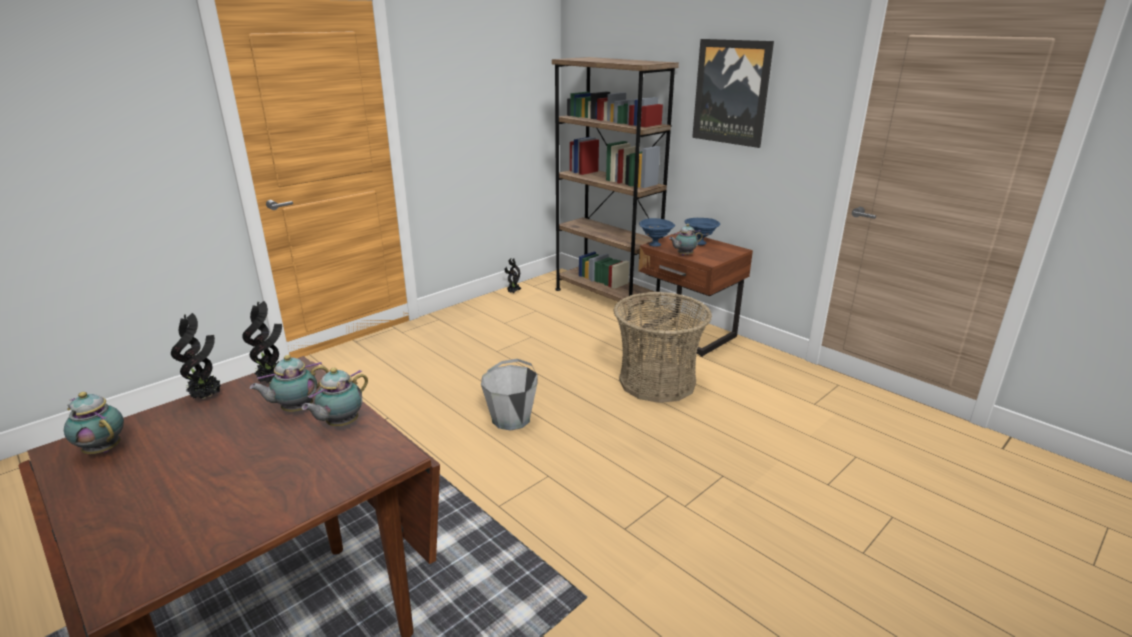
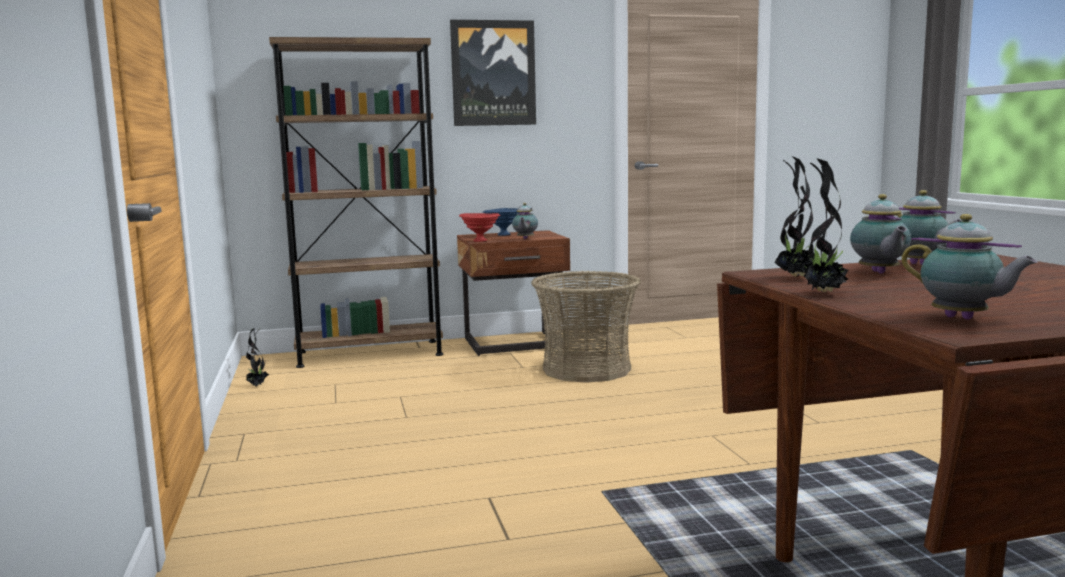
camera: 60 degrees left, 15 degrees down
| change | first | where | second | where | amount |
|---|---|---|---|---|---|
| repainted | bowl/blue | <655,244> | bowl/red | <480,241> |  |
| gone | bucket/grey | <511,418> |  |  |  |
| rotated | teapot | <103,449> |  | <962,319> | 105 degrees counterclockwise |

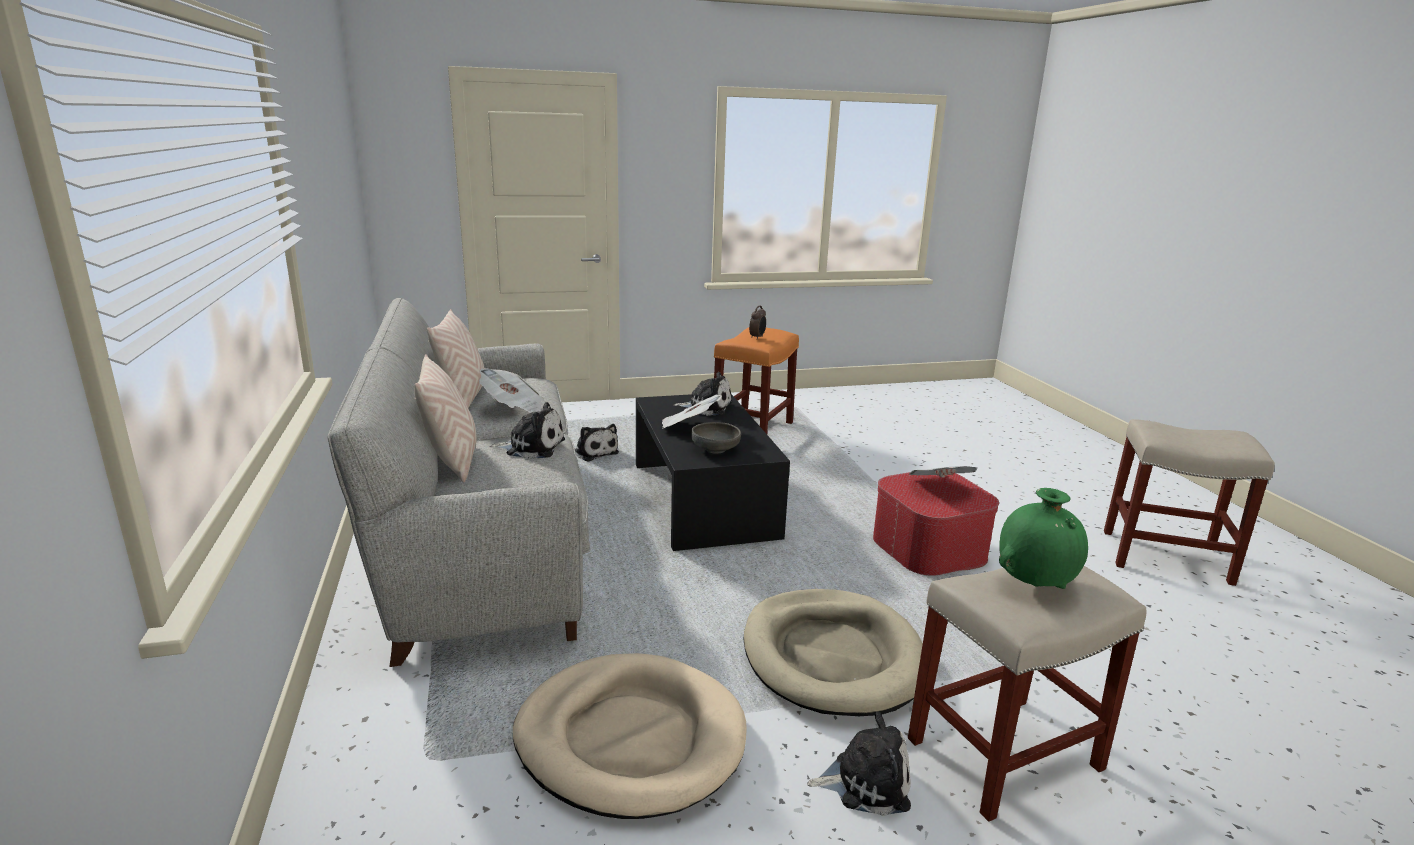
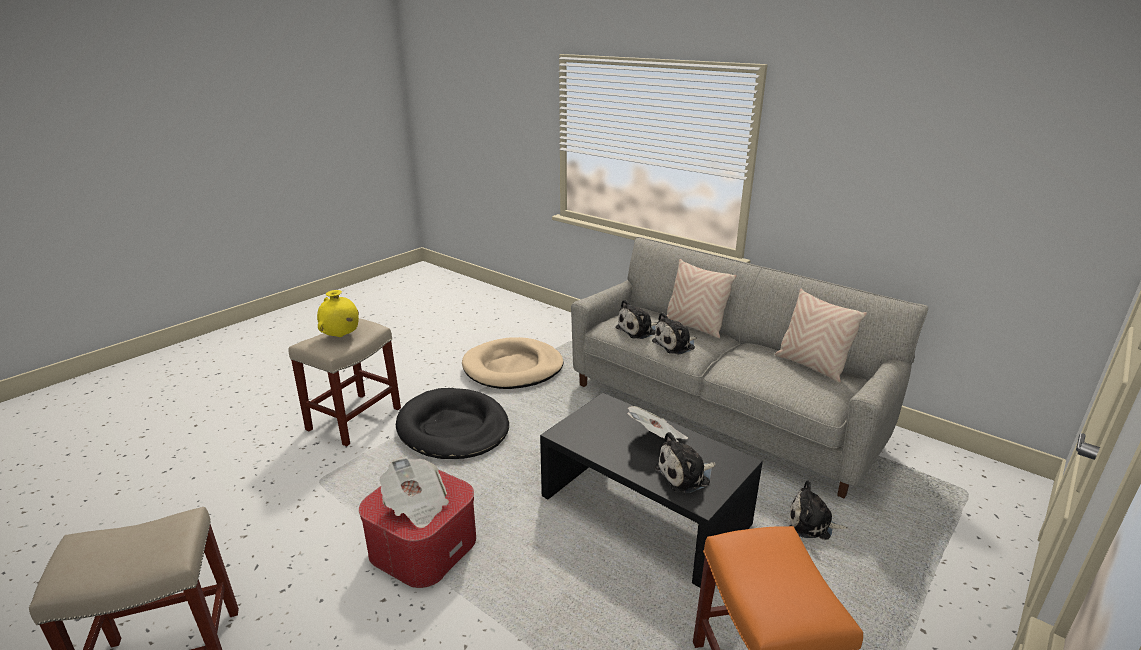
camera: 145 degrees right, 5 degrees up
| change | first | where | second | where | amount |
|---|---|---|---|---|---|
| gone | alarm clock | <757,337> |  |  |  |
| gone | newspaper | <514,407> |  |  |  |
| gone | bowl/grey | <715,449> |  |  |  |
| repainted | vase/green | <1035,584> | vase/yellow | <341,336> |  |
| repainted | dog bed/beige | <832,656> | dog bed/black | <453,428> |  |
| shifted | plush toy | <865,782> |  | <638,330> |  |

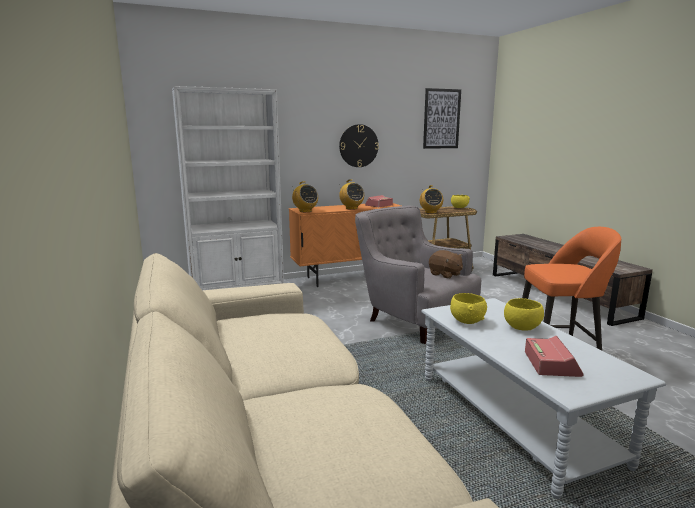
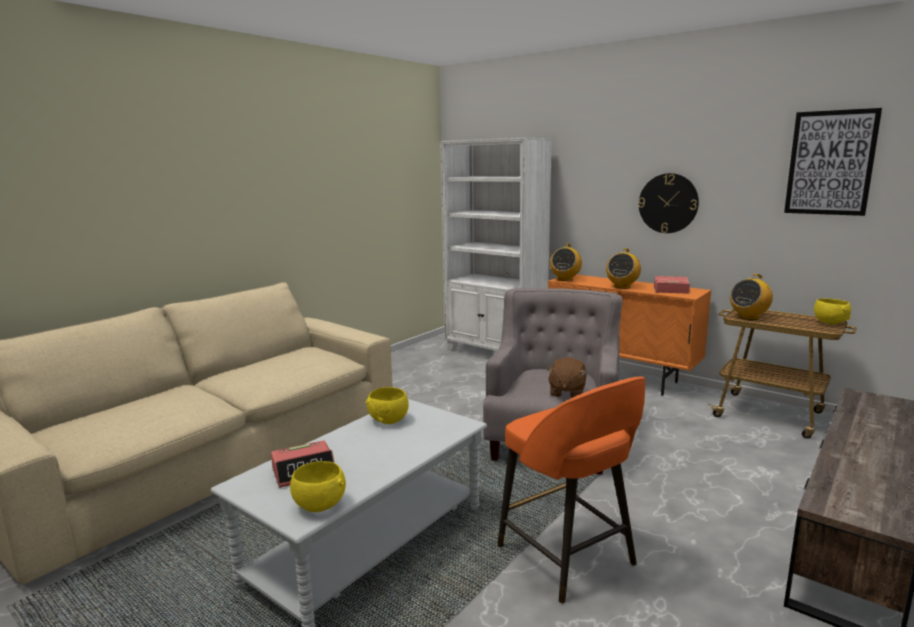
camera: 60 degrees right, 0 degrees up
| change | first | where | second | where | amount |
|---|---|---|---|---|---|
| shifted | bowl/yellow | <521,328> |  | <319,505> |  |

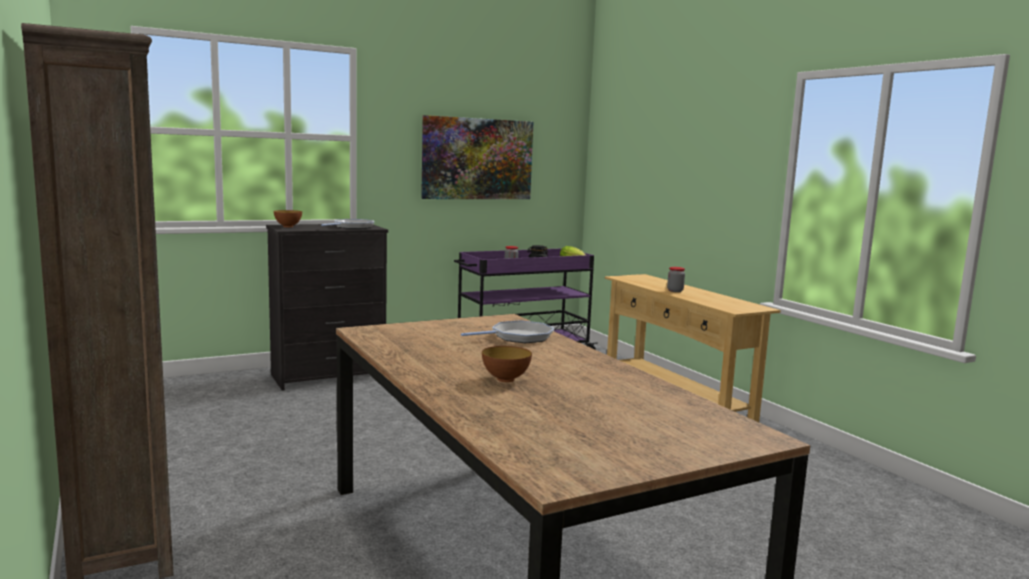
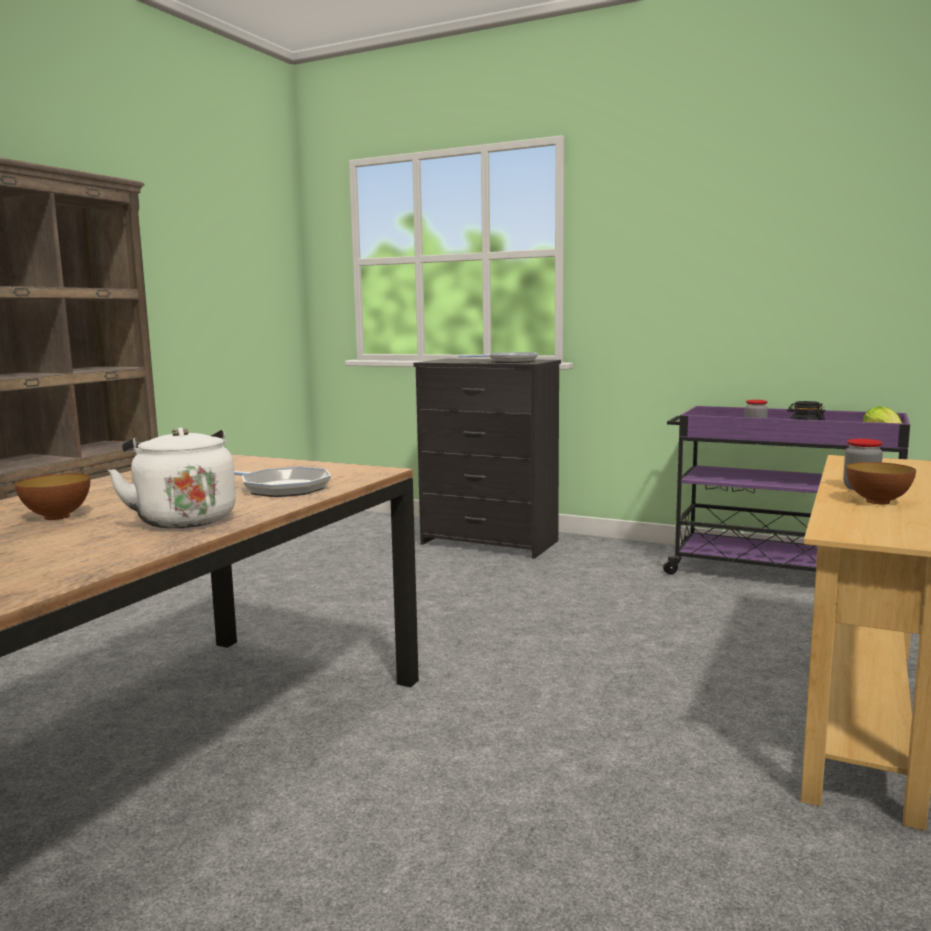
camera: 55 degrees right, 0 degrees up
| change | first | where | second | where | amount |
|---|---|---|---|---|---|
| gone | picture | <477,159> |  |  |  |
| shifted | bowl | <288,226> |  | <877,502> |  |
| new |  |  | kettle/white | <183,519> |  |

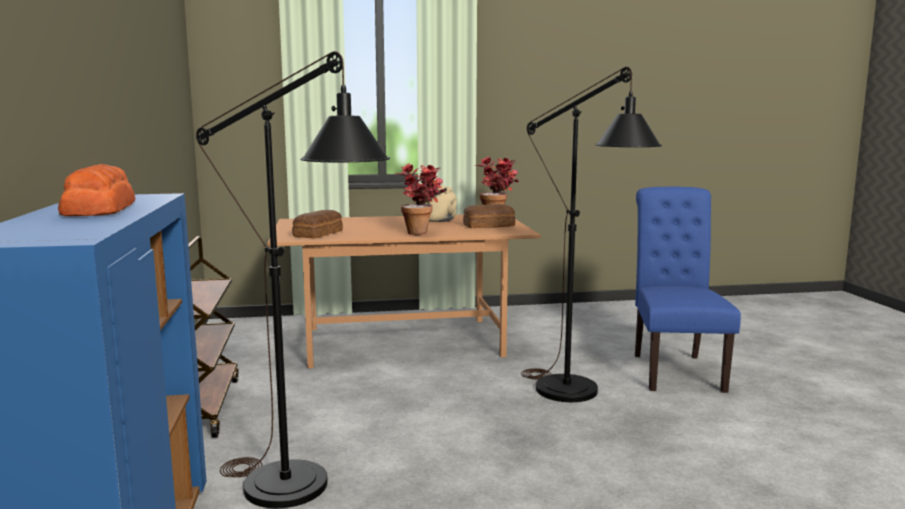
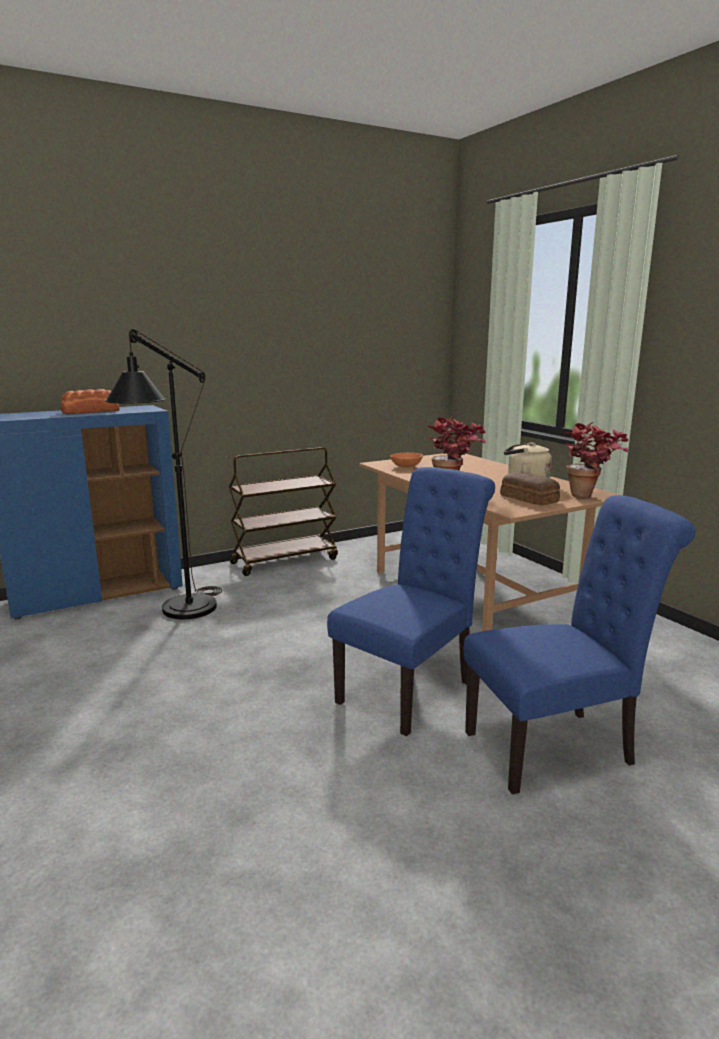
camera: 70 degrees right, 5 degrees up
| change | first | where | second | where | amount |
|---|---|---|---|---|---|
| swapped | floor lamp/black | <578,396> | chair/blue | <411,689> |  |
| swapped | bread | <319,234> | bowl/orange | <406,466> |  |

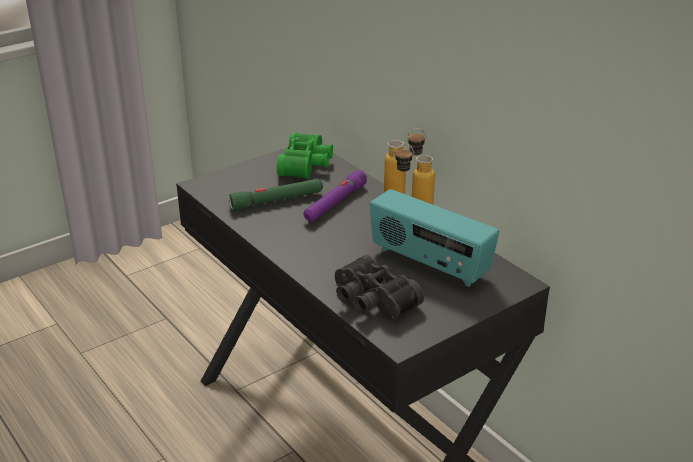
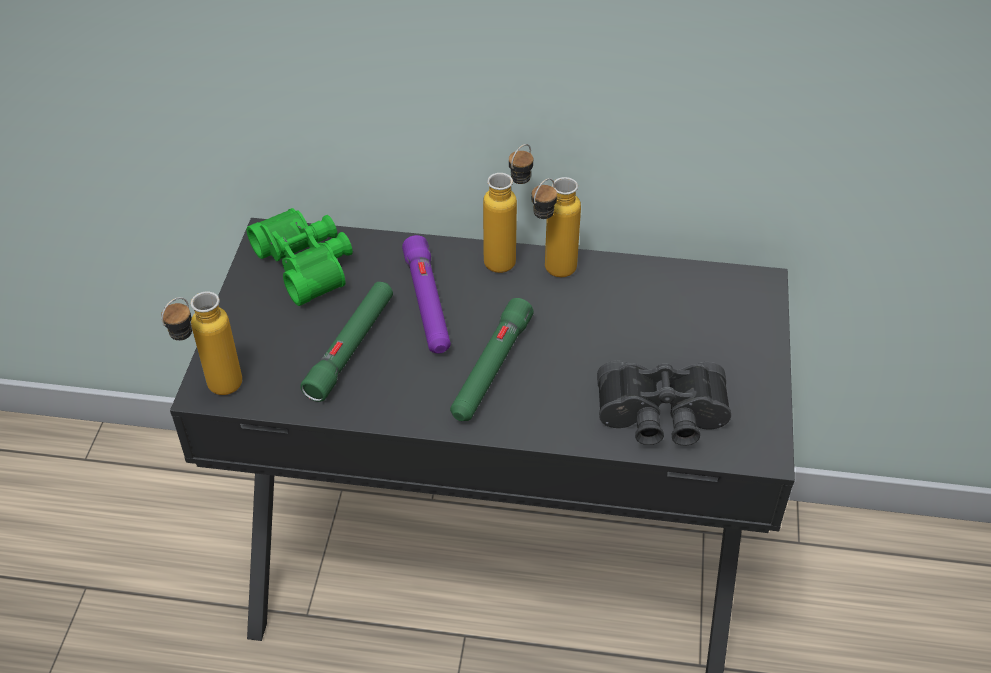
camera: 45 degrees left, 15 degrees up
| change | first | where | second | where | amount |
|---|---|---|---|---|---|
| gone | radio | <429,264> |  |  |  |
| new |  |  | bottle | <213,392> |  |
| new |  |  | flashlight/green | <491,369> |  |

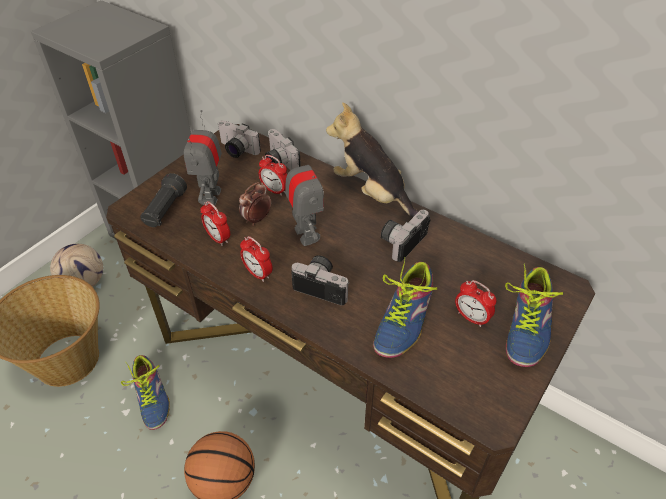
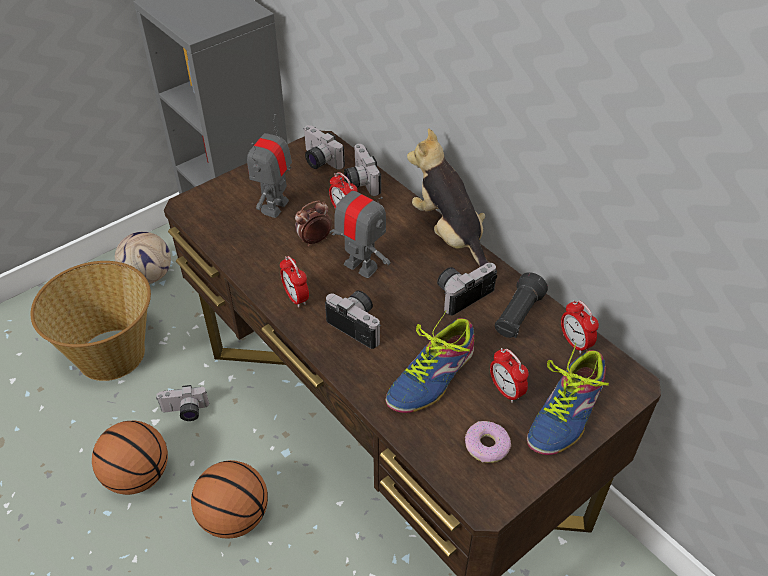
camera: 15 degrees right, 0 degrees up
| change | first | where | second | where | amount |
|---|---|---|---|---|---|
| rotated | toy robot | <306,234> |  | <361,266> | 45 degrees counterclockwise |
| shifted | flashlight/black | <165,210> |  | <517,316> |  |
| shifted | alarm clock | <218,238> |  | <575,343> |  |
| swapped | shoe | <151,397> | photo camera | <185,412> |  |
| new |  |  | basketball | <138,476> |  |
| new |  |  | donut | <486,446> |  |

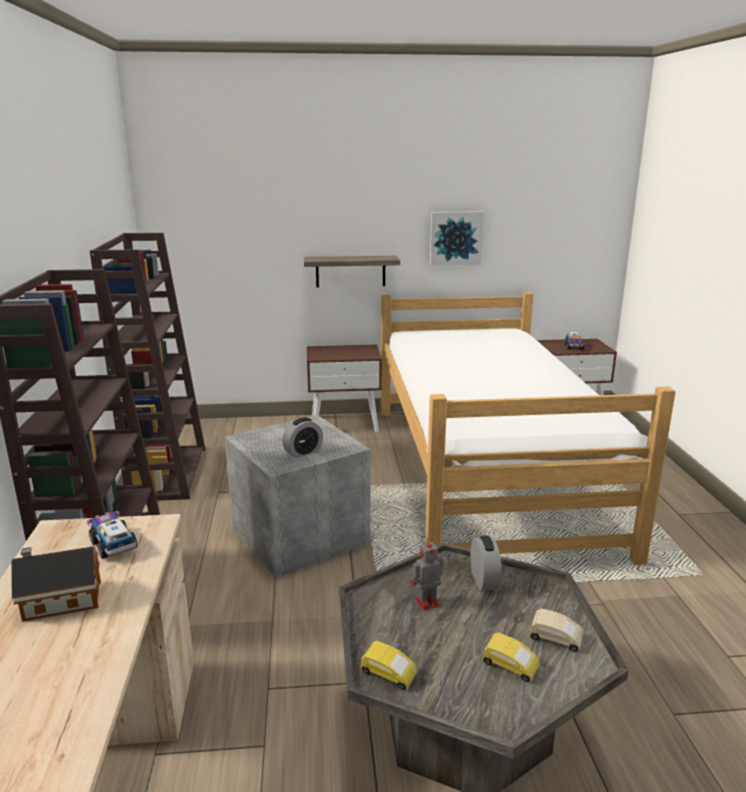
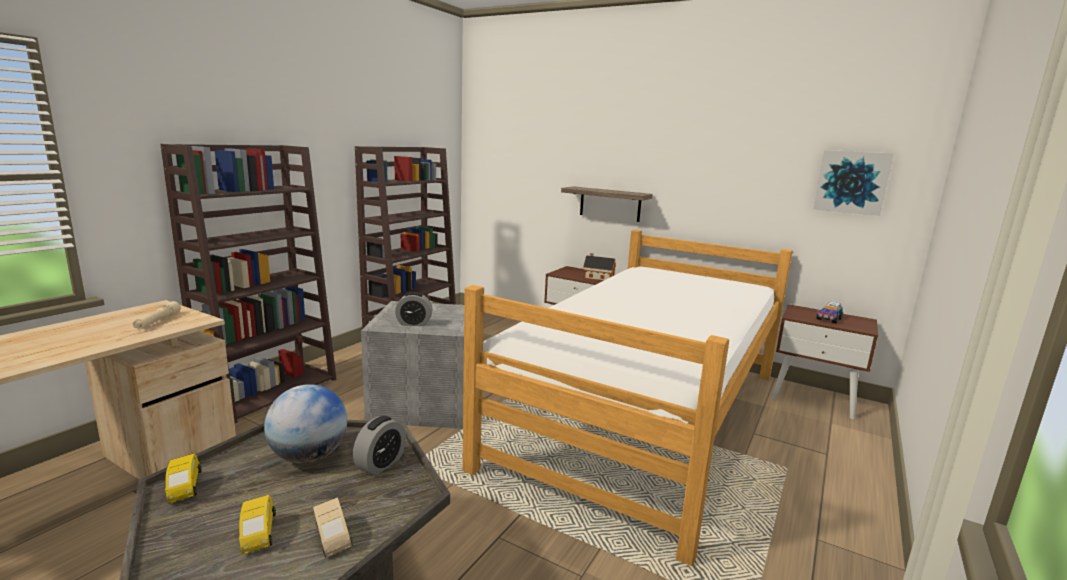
camera: 35 degrees right, 5 degrees down
| change | first | where | second | where | amount |
|---|---|---|---|---|---|
| shifted | picture | <456,238> |  | <852,182> |  |
| swapped | toy truck | <113,544> | flashlight/beige | <158,321> |  |
| swapped | toy robot | <425,602> | globe | <309,457> |  |
| shifted | toy house | <59,600> |  | <597,278> |  |

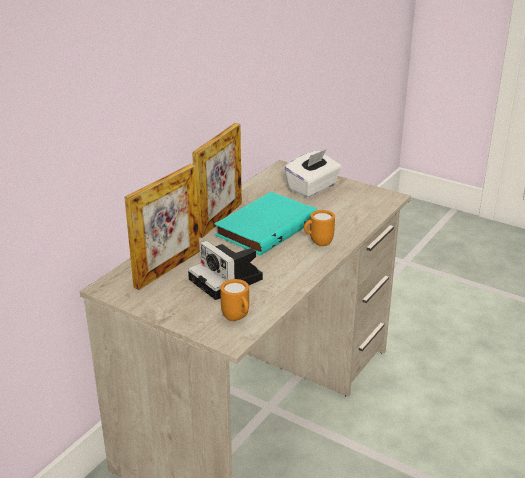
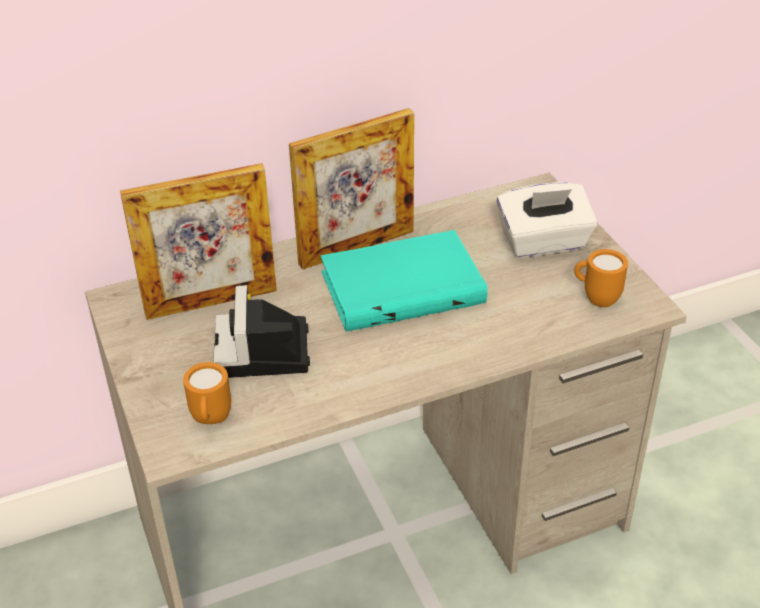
camera: 35 degrees right, 10 degrees up
| change | first | where | second | where | amount |
|---|---|---|---|---|---|
| shifted | mug/orange | <318,243> |  | <596,298> |  |

